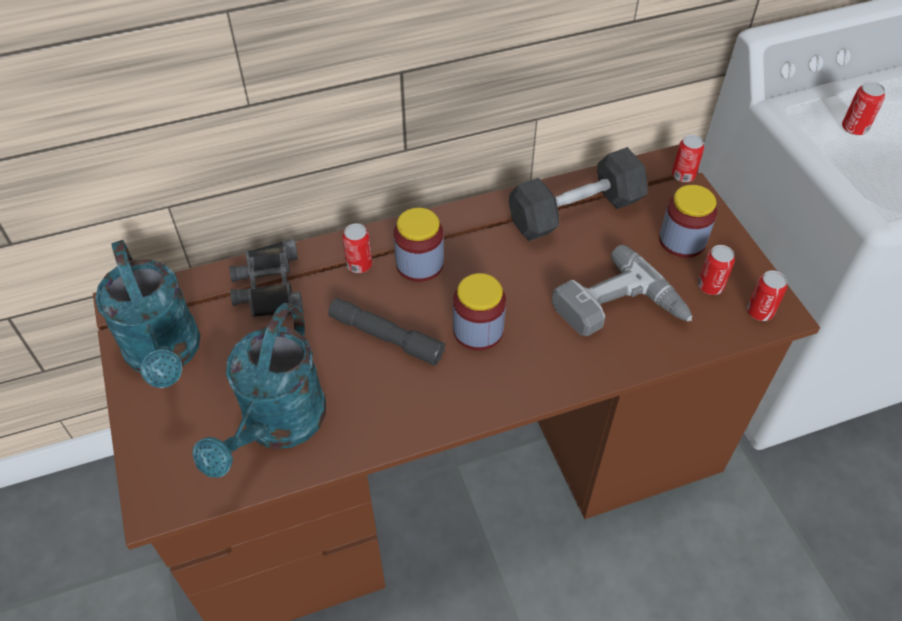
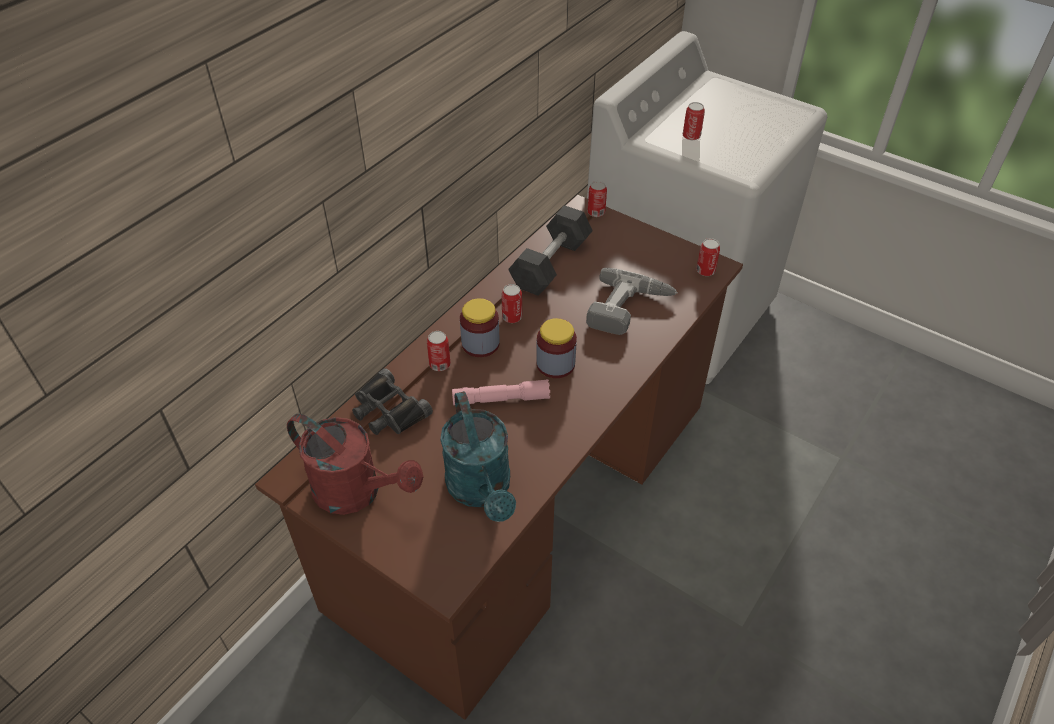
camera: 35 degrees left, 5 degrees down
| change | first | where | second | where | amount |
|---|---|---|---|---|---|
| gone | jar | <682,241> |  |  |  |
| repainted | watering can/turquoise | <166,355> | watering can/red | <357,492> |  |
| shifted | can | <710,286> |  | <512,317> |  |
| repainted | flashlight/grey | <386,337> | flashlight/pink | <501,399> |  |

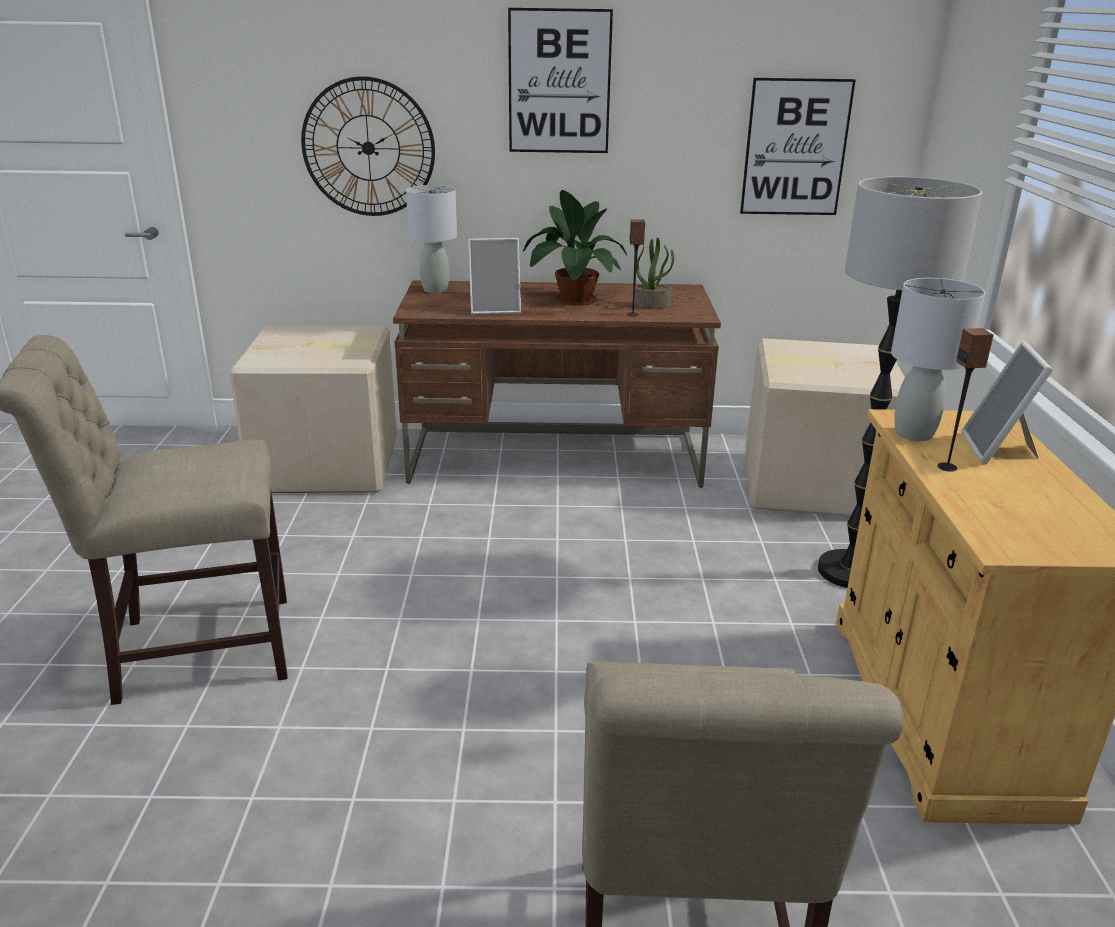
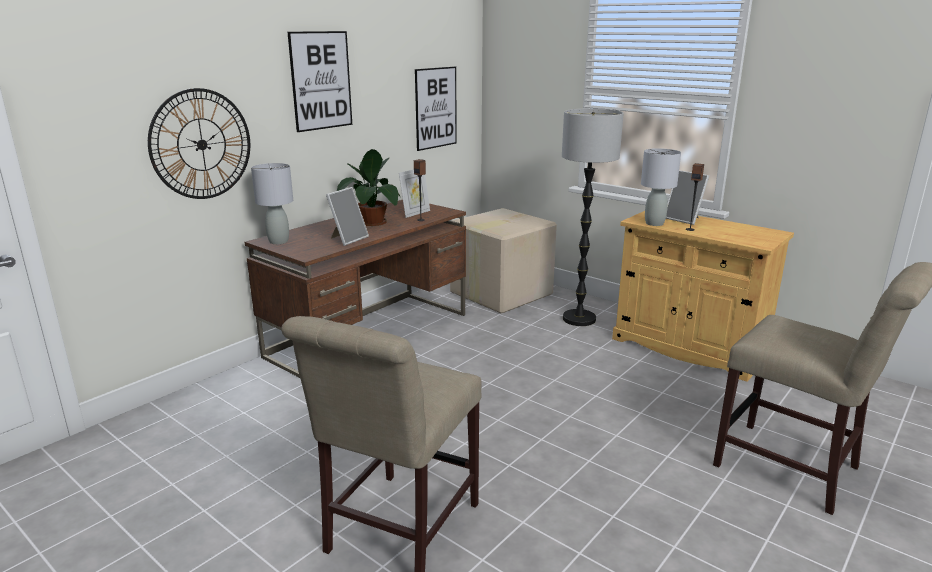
camera: 50 degrees left, 5 degrees down
| change | first | where | second | where | amount |
|---|---|---|---|---|---|
| swapped | potted plant | <652,305> | picture frame | <415,213> |  |
| gone | cardboard box | <328,465> |  |  |  |

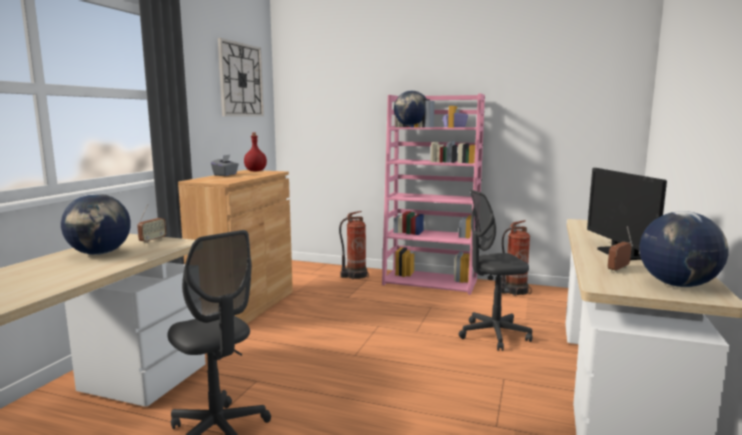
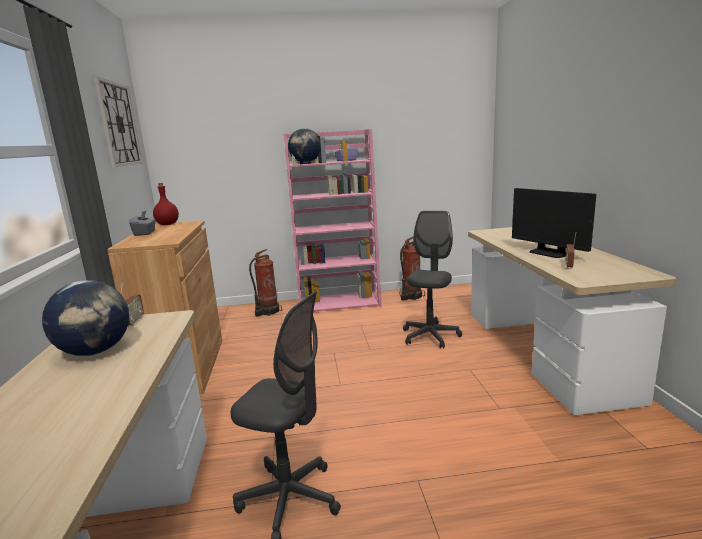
camera: 25 degrees left, 5 degrees up
| change | first | where | second | where | amount |
|---|---|---|---|---|---|
| rotated | office chair/grey | <493,335> |  | <430,336> | 150 degrees clockwise |
| gone | globe | <678,285> |  |  |  |

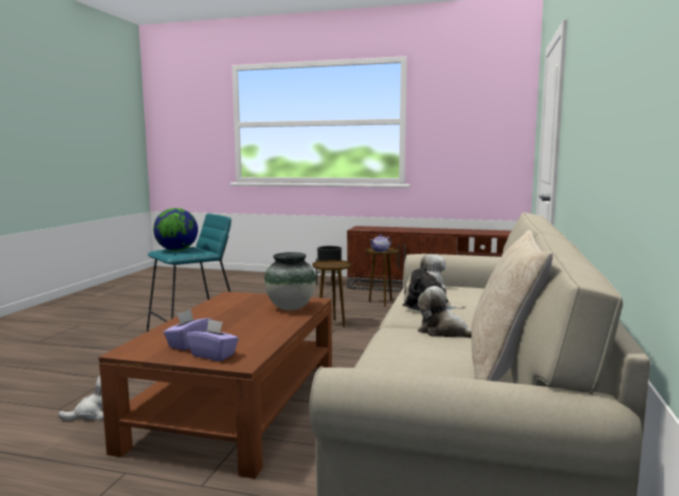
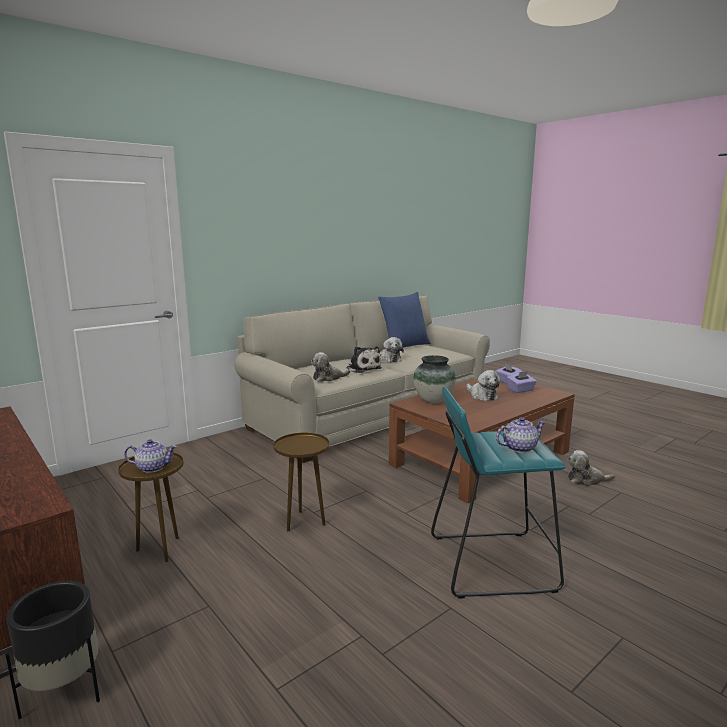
camera: 145 degrees left, 5 degrees up
| change | first | where | second | where | amount |
|---|---|---|---|---|---|
| swapped | globe | <176,250> | teapot | <519,448> |  |
| repainted | pillow/beige | <503,370> | pillow/blue | <404,346> |  |
| new |  |  | plush toy | <482,396> |  |

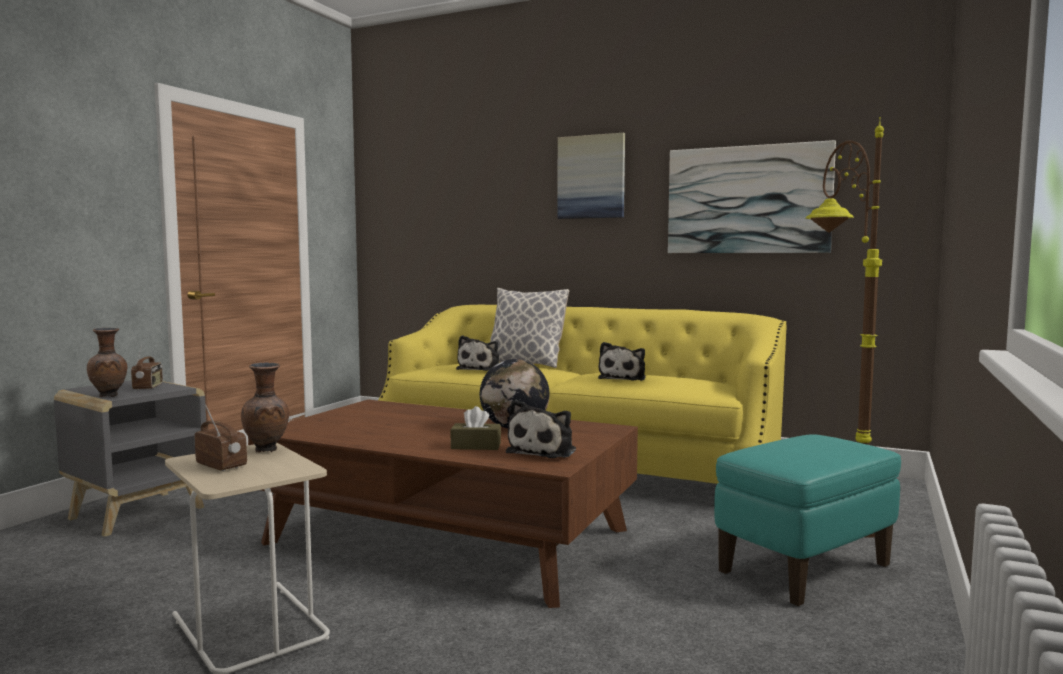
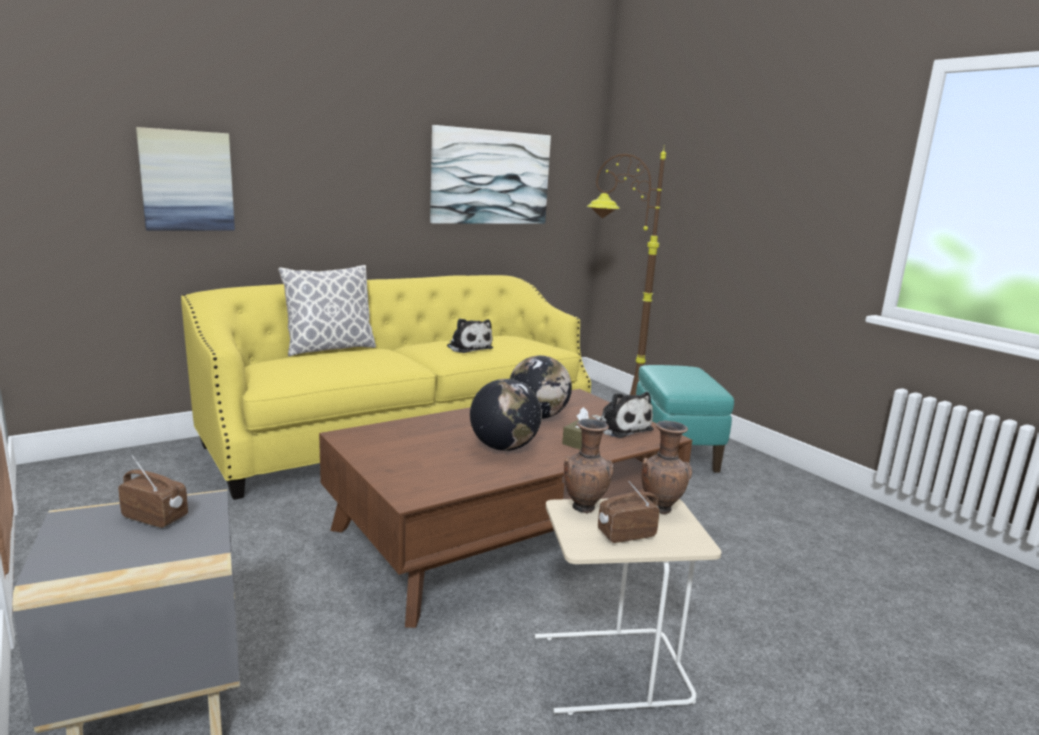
camera: 60 degrees left, 10 degrees up
| change | first | where | second | where | amount |
|---|---|---|---|---|---|
| shifted | picture | <591,177> |  | <187,181> |  |
| shifted | vase/brown | <110,396> |  | <661,509> |  |
| gone | plush toy | <481,369> |  |  |  |
| new |  |  | globe | <504,447> |  |

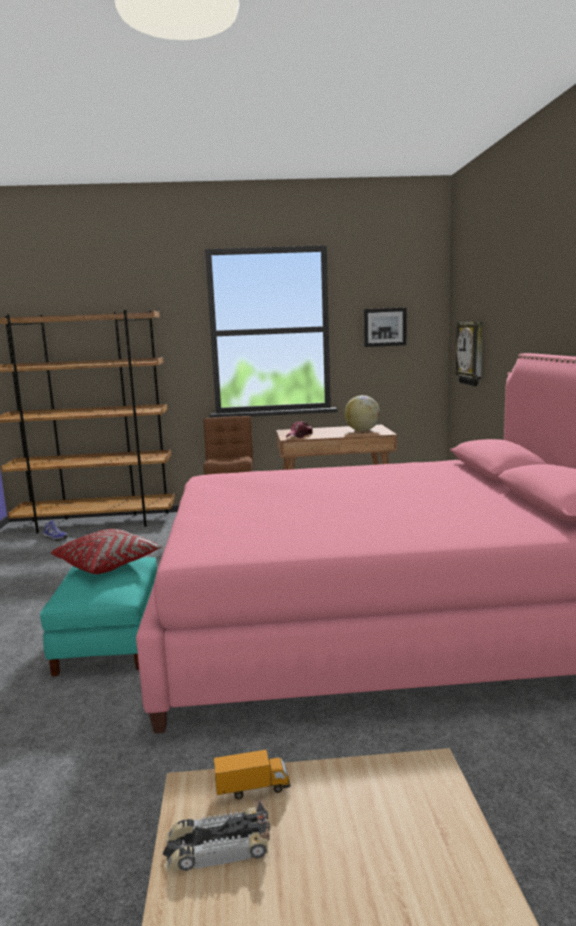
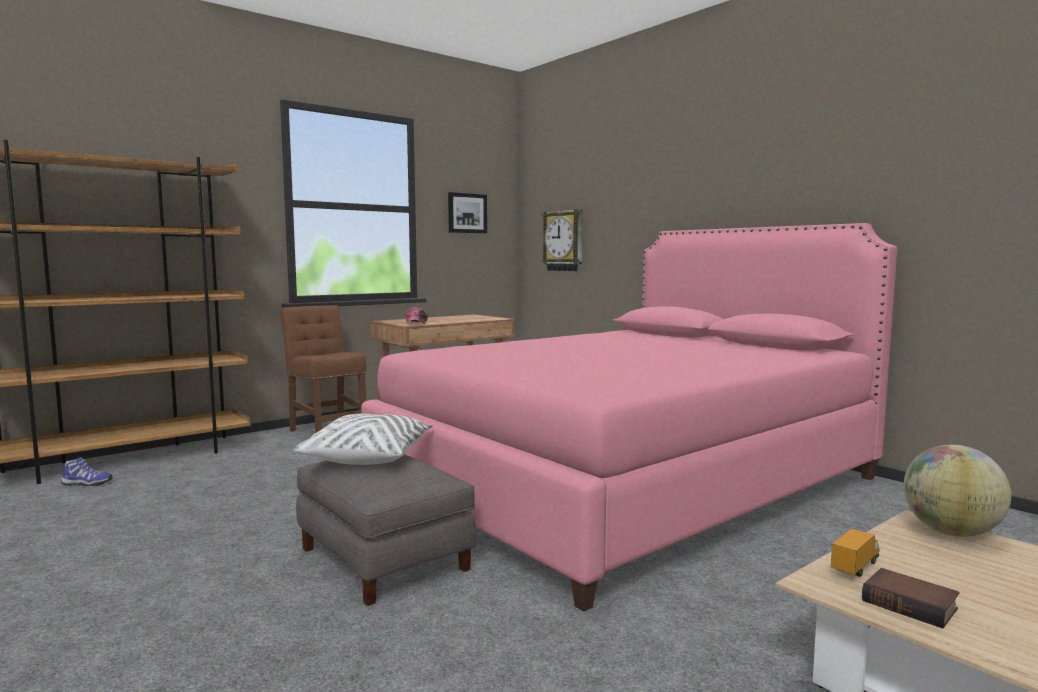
camera: 35 degrees left, 5 degrees down
| change | first | where | second | where | amount |
|---|---|---|---|---|---|
| shifted | globe | <362,430> |  | <951,532> |  |
| repainted | pillow/red | <108,564> | pillow/white | <368,456> |  |
| repainted | ottoman/turquoise | <111,642> | ottoman/grey | <385,558> |  |
| swapped | toy car | <217,846> | book | <911,604> |  |

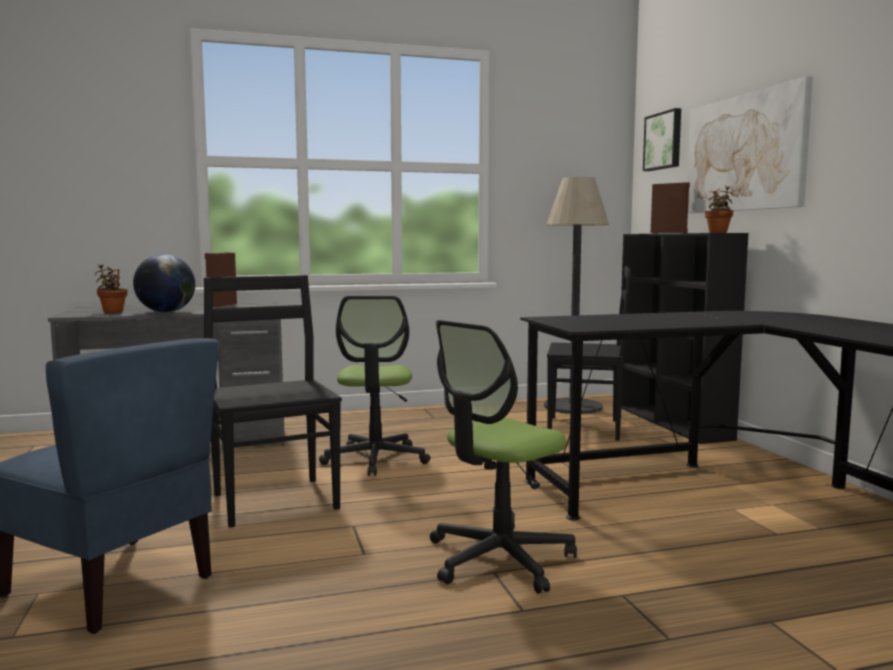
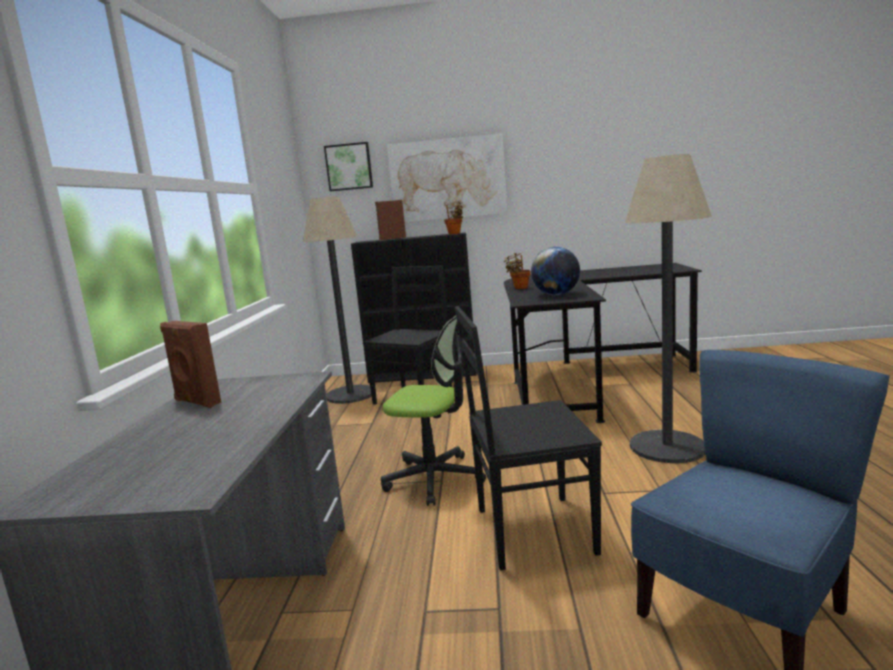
camera: 70 degrees left, 5 degrees up
| change | first | where | second | where | amount |
|---|---|---|---|---|---|
| shifted | globe | <166,312> |  | <556,295> |  |
| shifted | potted plant | <112,312> |  | <519,288> |  |
| swapped | office chair | <499,559> | floor lamp | <667,447> |  |

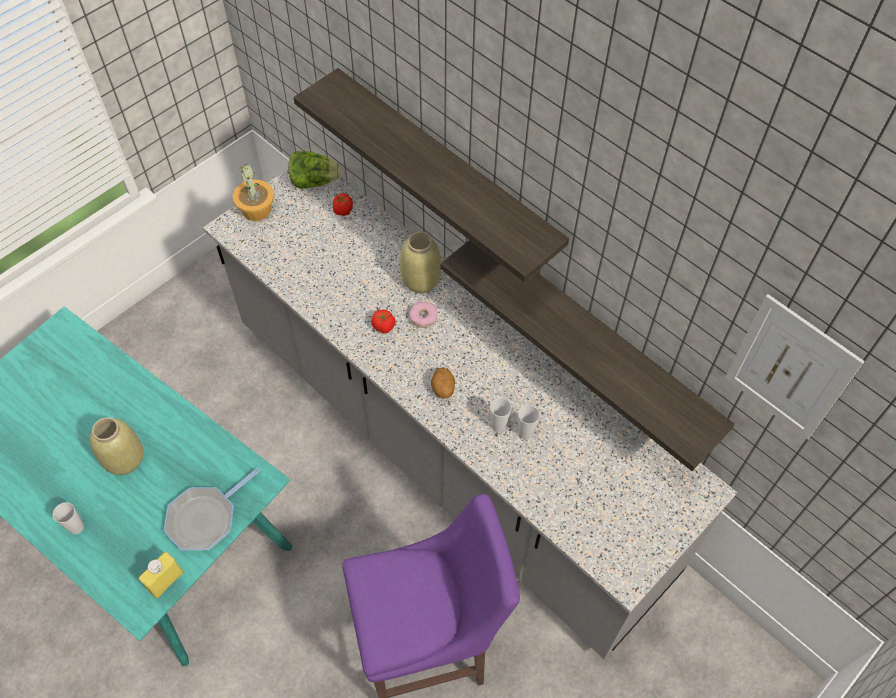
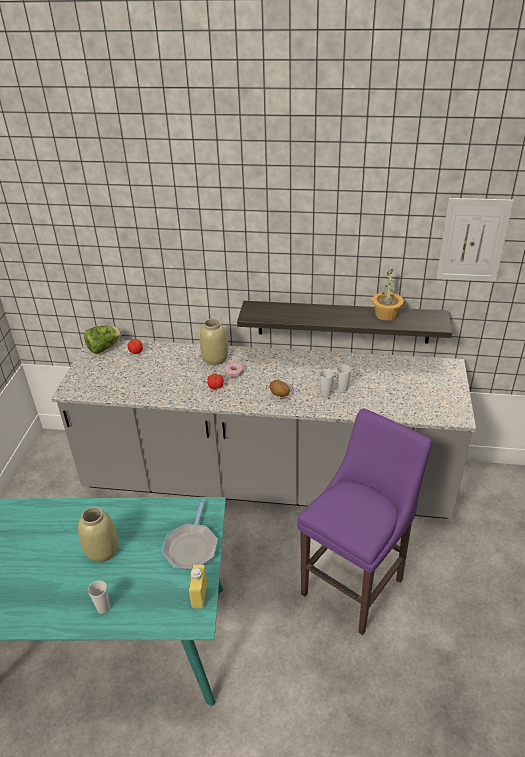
camera: 35 degrees left, 20 degrees down
| change | first | where | second | where | amount |
|---|---|---|---|---|---|
| gone | shelf | <446,169> |  |  |  |
| shifted | potted plant | <257,210> |  | <386,314> |  |

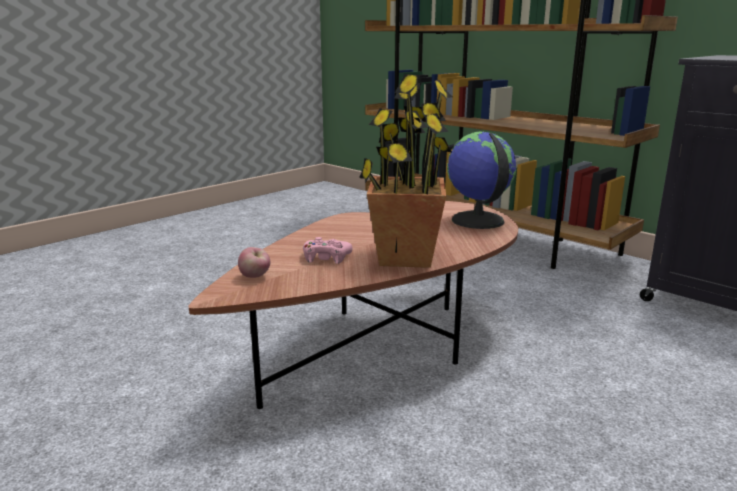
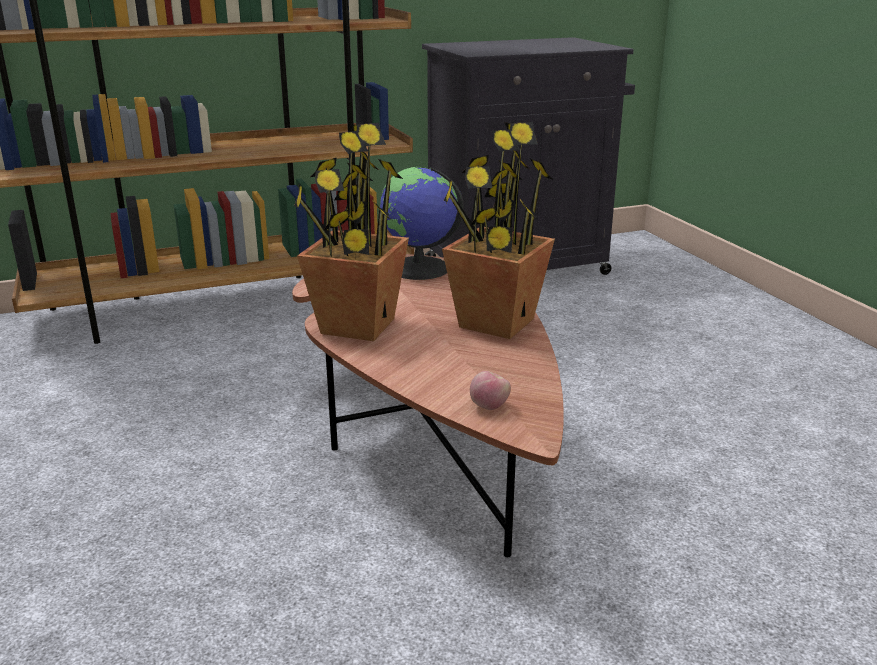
camera: 65 degrees left, 5 degrees up
| change | first | where | second | where | amount |
|---|---|---|---|---|---|
| gone | game controller/pink | <326,258> |  |  |  |
| new |  |  | potted plant | <357,326> |  |

